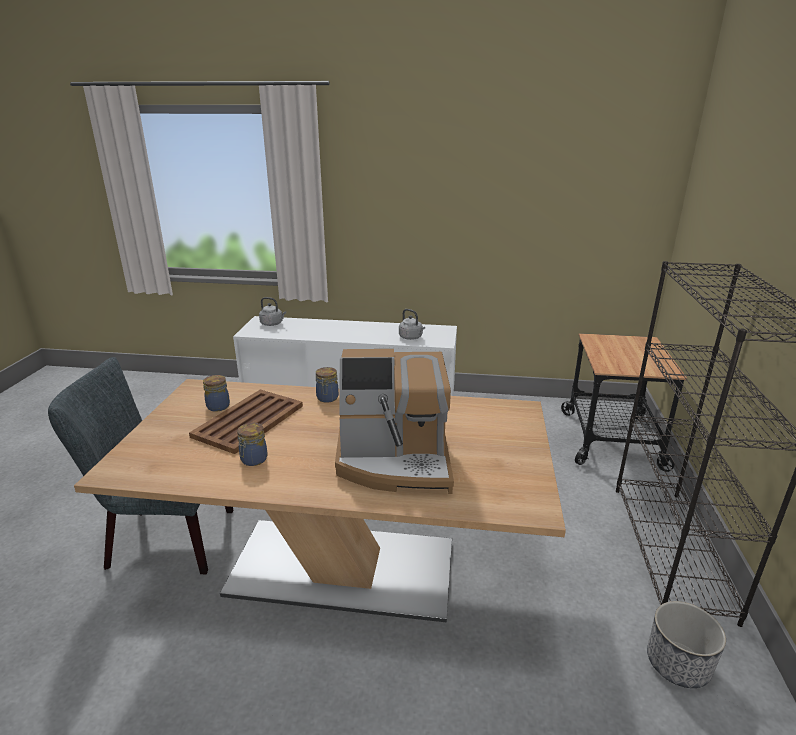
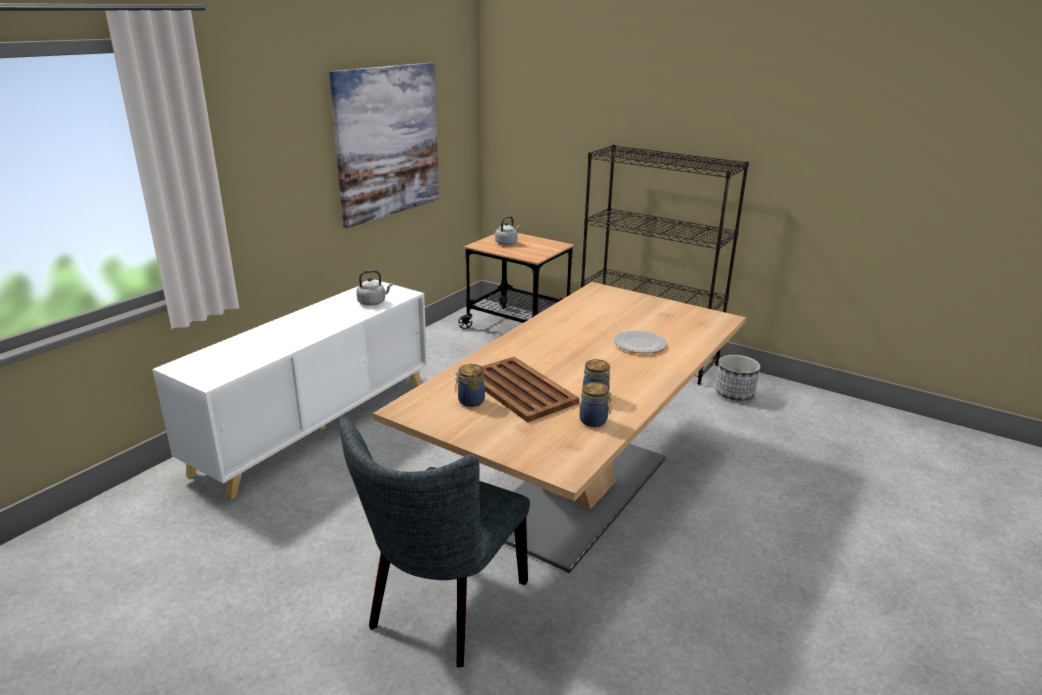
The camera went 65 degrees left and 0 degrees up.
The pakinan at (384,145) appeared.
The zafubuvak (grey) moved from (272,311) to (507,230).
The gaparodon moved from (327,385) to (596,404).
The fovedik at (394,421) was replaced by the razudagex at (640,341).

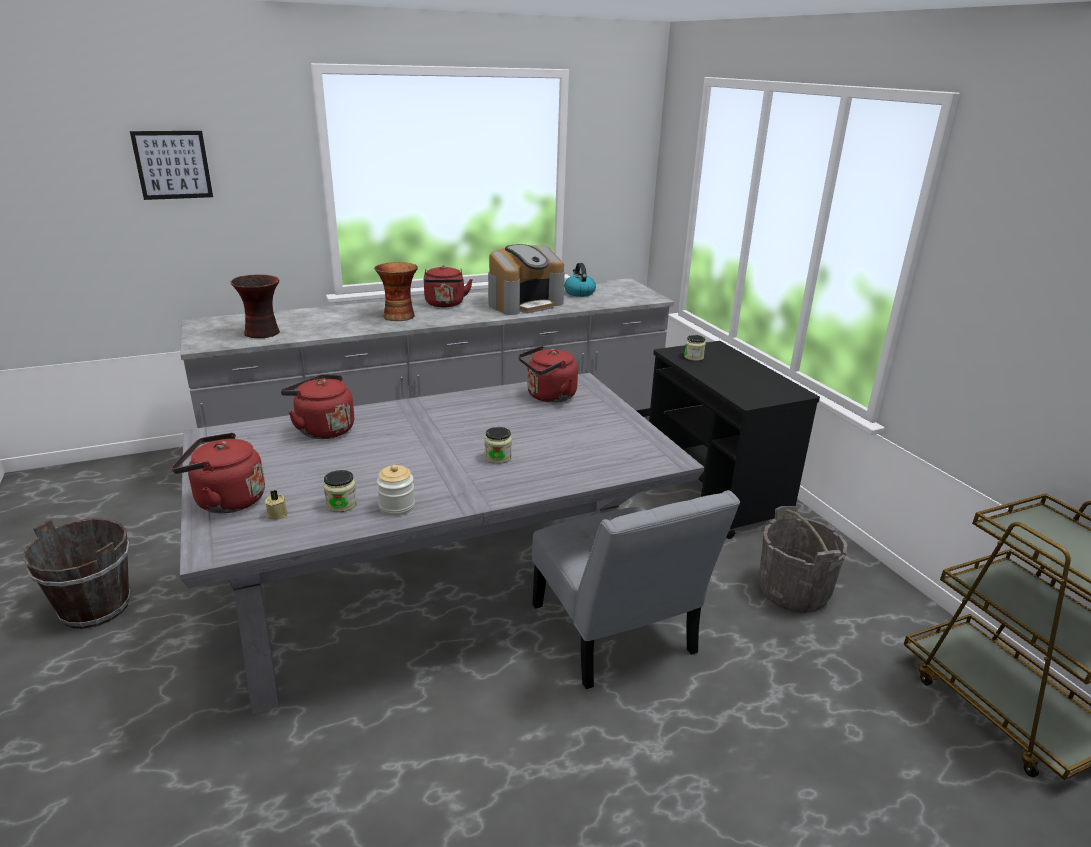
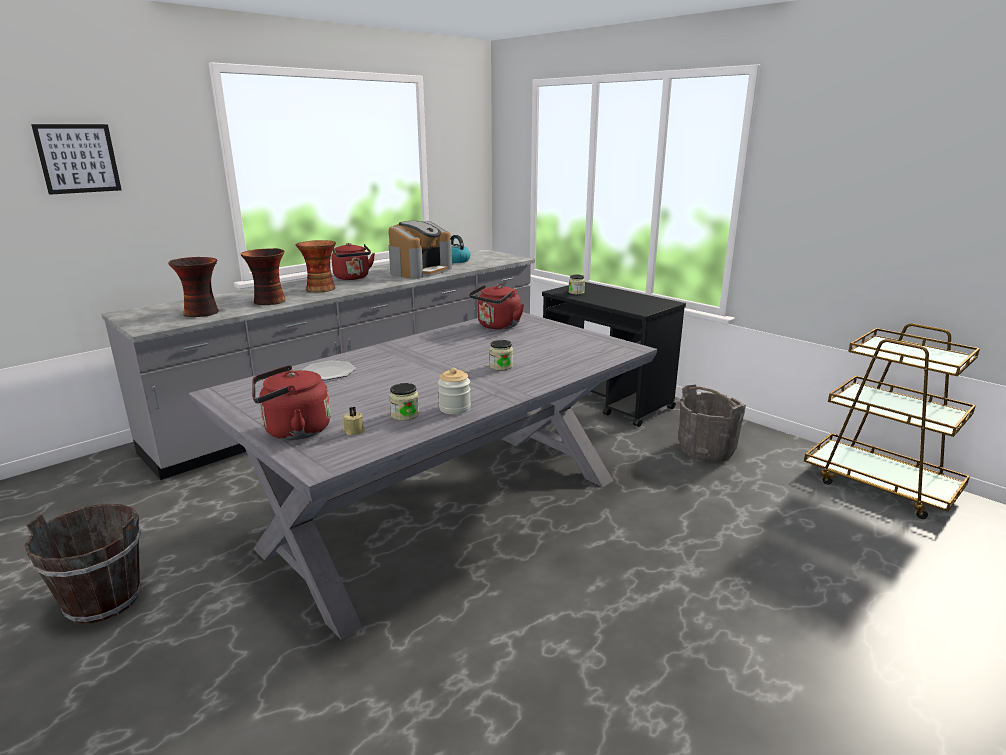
The camera went 20 degrees left and 5 degrees down.
The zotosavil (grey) at (636,589) disappeared.
The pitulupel at (263,276) appeared.
The zafubuvak (red) at (317,406) was replaced by the razudagex at (329,370).

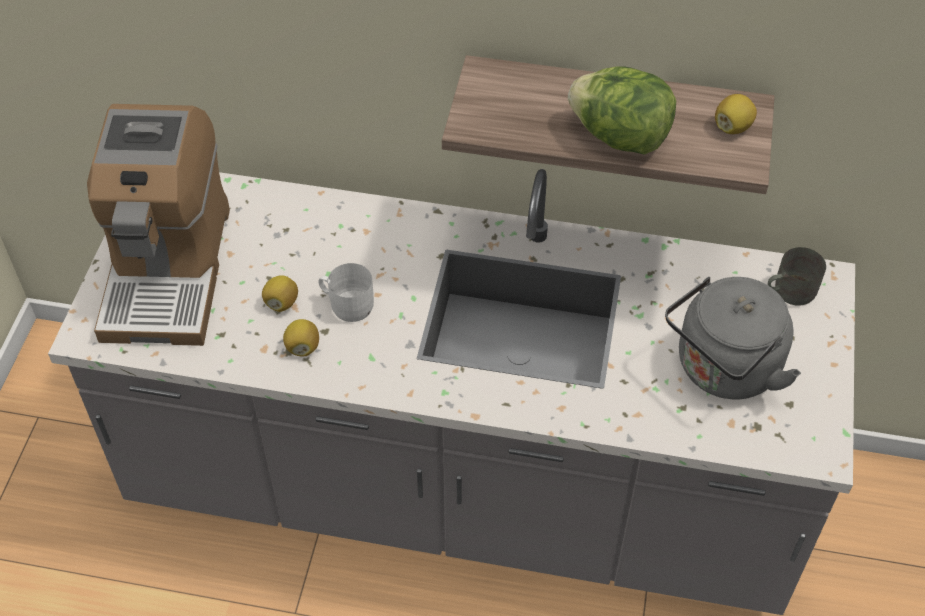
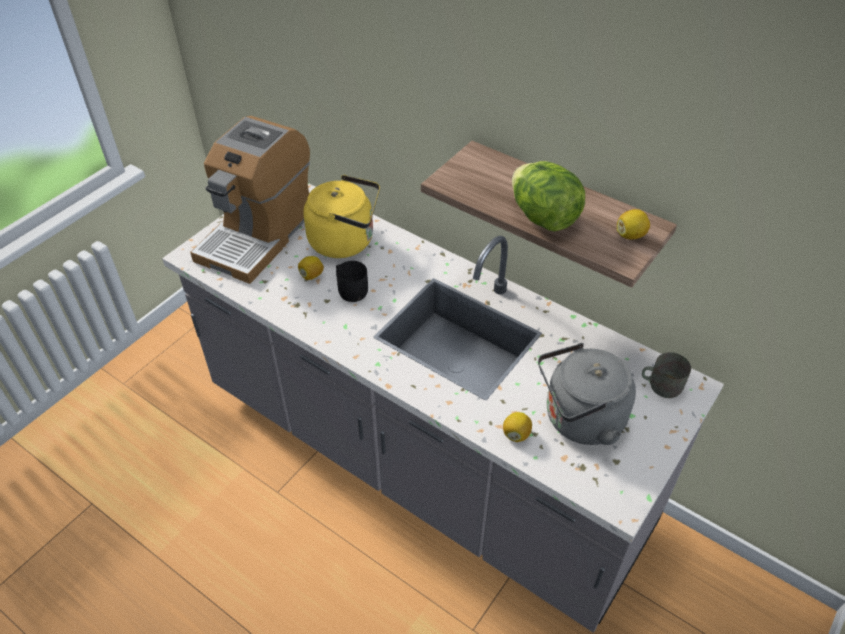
The camera went 25 degrees right and 5 degrees down.
The zafubuvak (yellow) at (341,216) appeared.
The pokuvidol moved from (301,337) to (517,427).
The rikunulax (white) at (346,292) became the rikunulax (black) at (352,281).

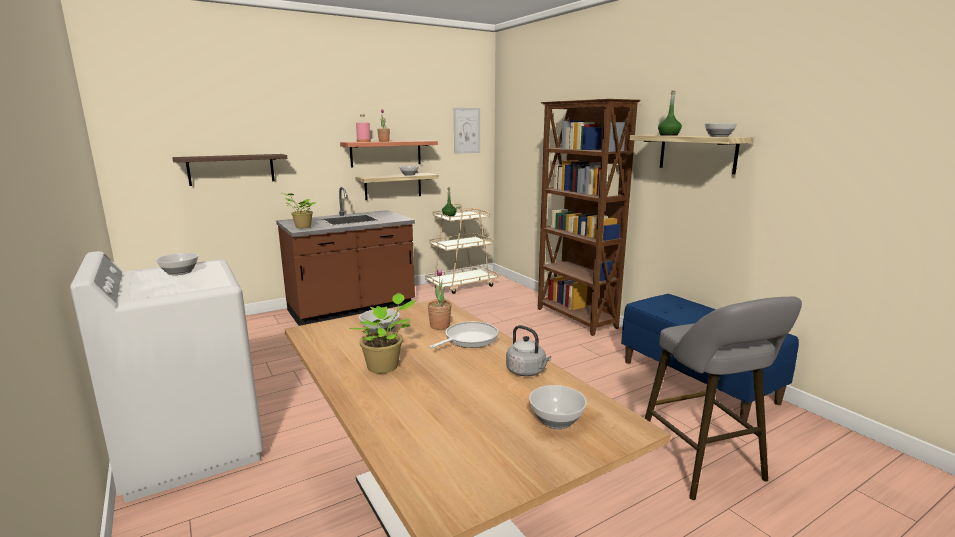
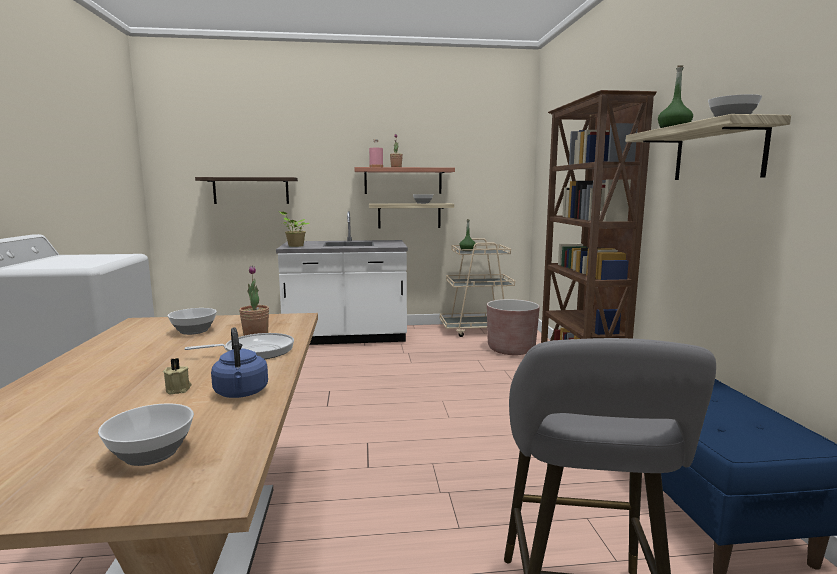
The camera went 25 degrees right and 5 degrees down.
The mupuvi at (177,264) disappeared.
The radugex at (382,333) disappeared.
The pakinan at (467,131) disappeared.
The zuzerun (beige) at (177,376) appeared.
The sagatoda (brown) at (513,327) appeared.
The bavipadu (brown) at (345,256) became the bavipadu (white) at (342,278).
The zafubuvak (grey) at (528,350) became the zafubuvak (blue) at (239,362).

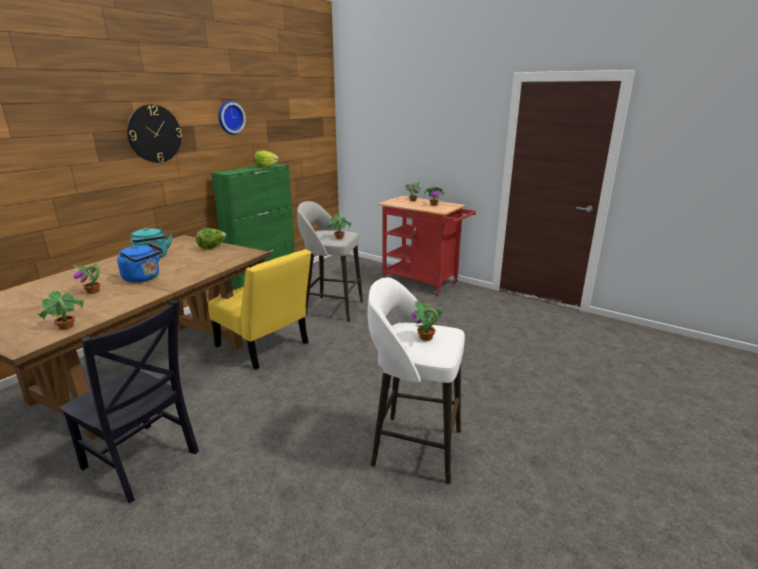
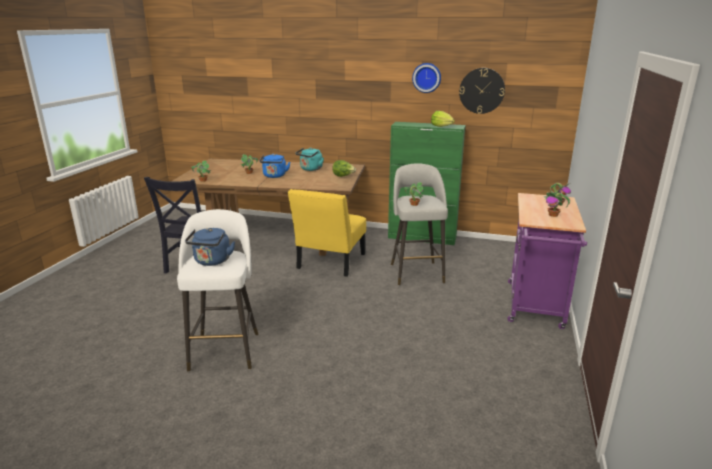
The camera went 70 degrees right and 0 degrees up.
The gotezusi moved from (154,133) to (482,91).
The radugex at (427,321) was replaced by the zafubuvak (blue) at (210,247).
The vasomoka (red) at (427,245) became the vasomoka (purple) at (547,261).

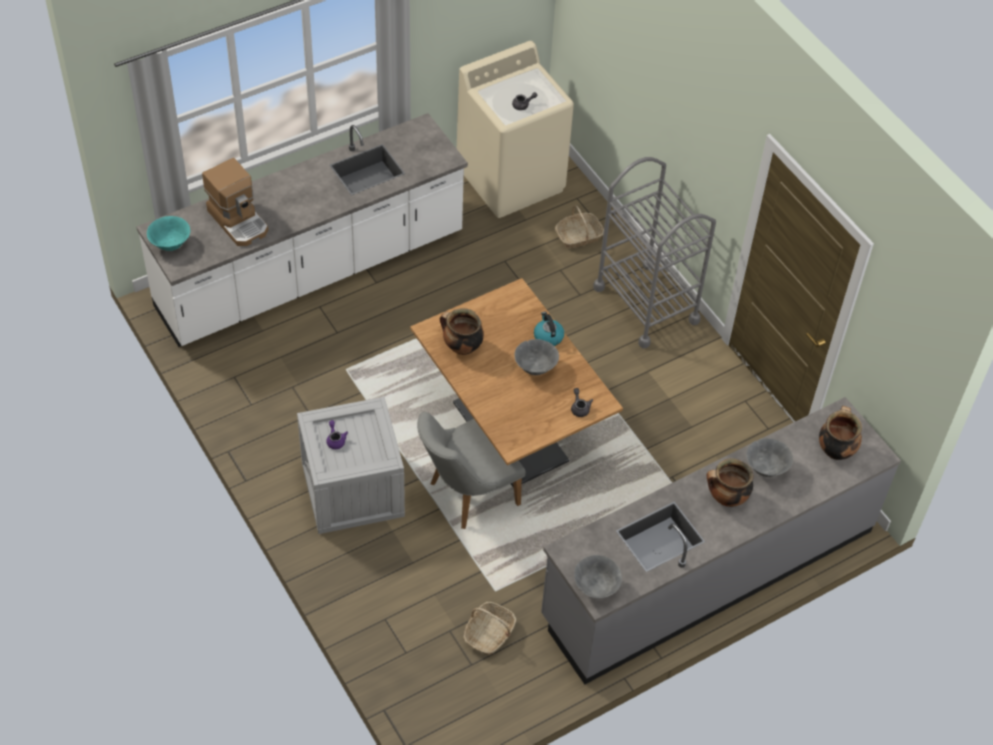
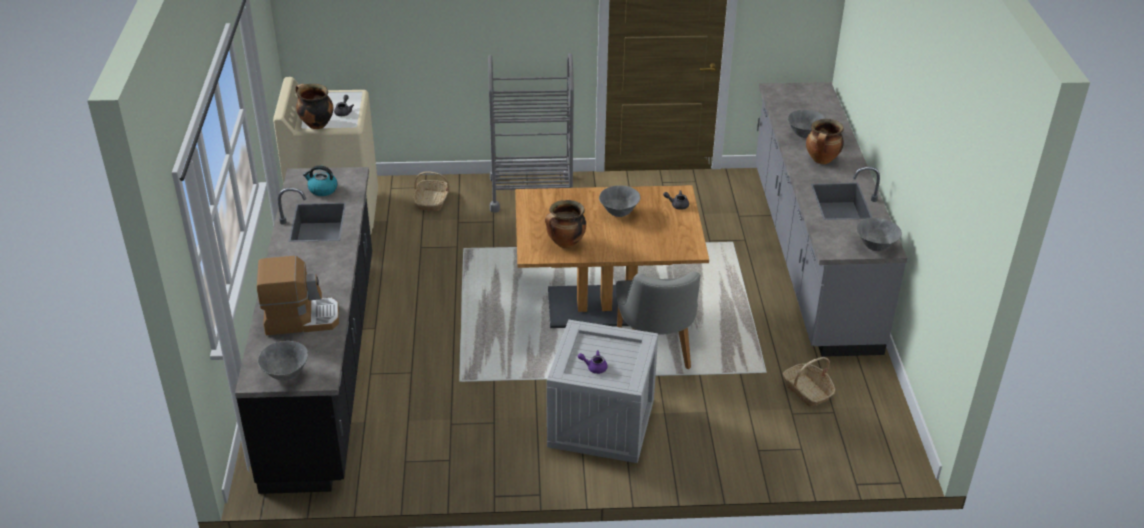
The camera went 60 degrees left and 15 degrees down.
The zafubuvak moved from (549,329) to (320,180).
The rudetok moved from (840,433) to (315,106).
The bavipadu (white) at (302,230) became the bavipadu (black) at (303,330).
The mupuvi (turquoise) at (168,233) became the mupuvi (grey) at (283,361).

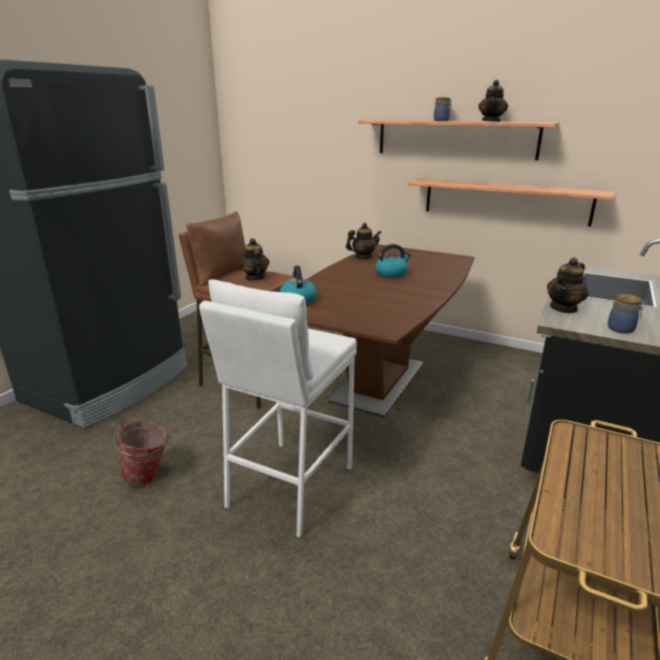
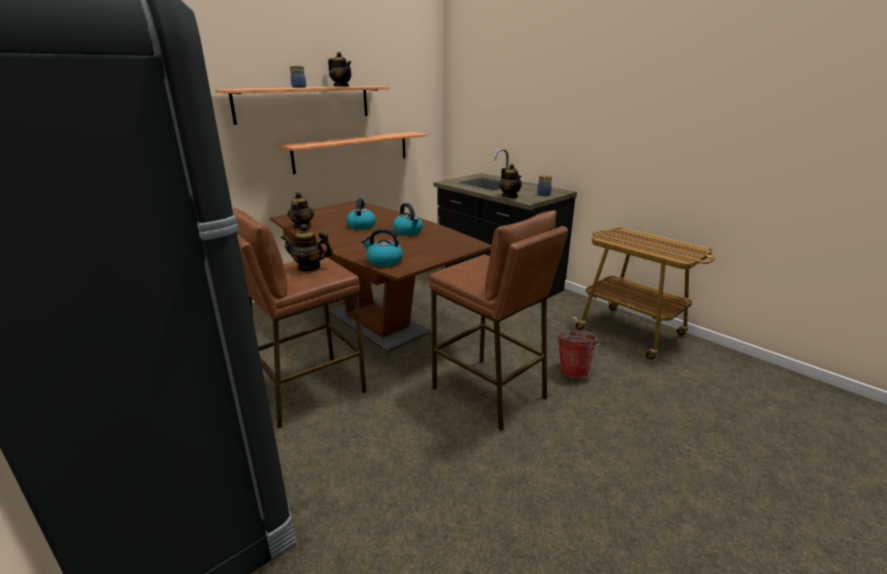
The camera went 70 degrees left and 0 degrees up.
The zafubuvak at (408,219) appeared.
The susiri moved from (141,453) to (578,353).
The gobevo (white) at (278,408) became the gobevo (brown) at (498,320).

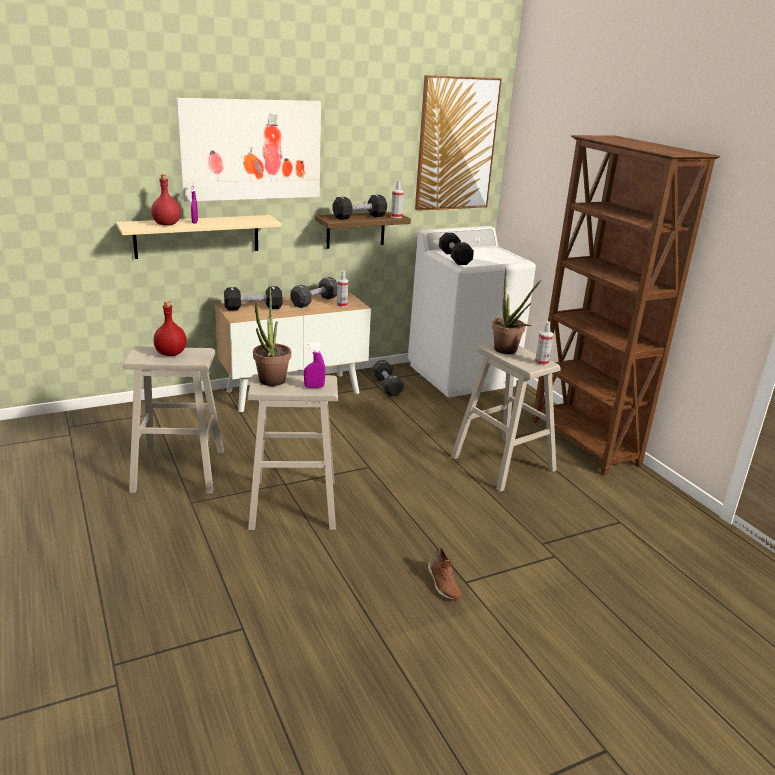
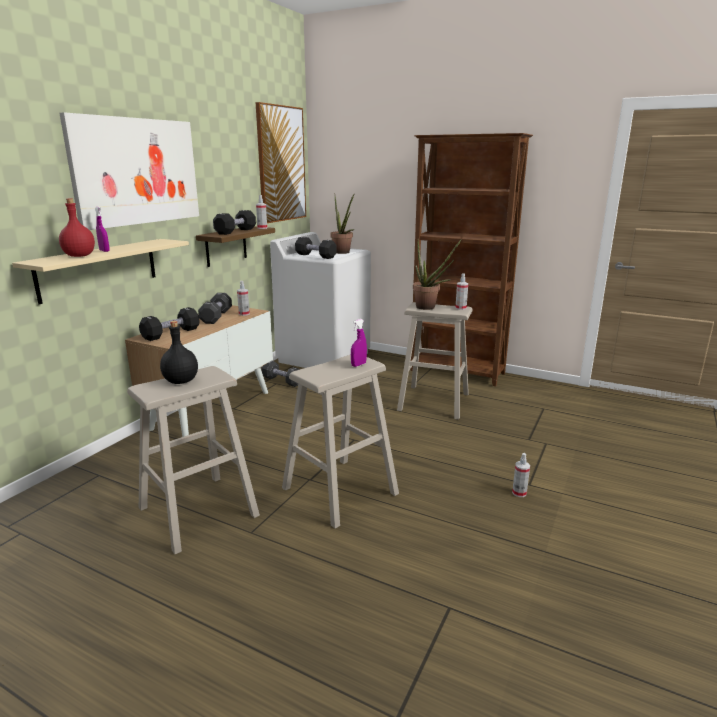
The camera went 35 degrees left and 5 degrees down.
The radugex moved from (272,335) to (342,224).
The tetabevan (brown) at (444,573) was replaced by the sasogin at (521,475).
The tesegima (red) at (169,328) became the tesegima (black) at (179,352).

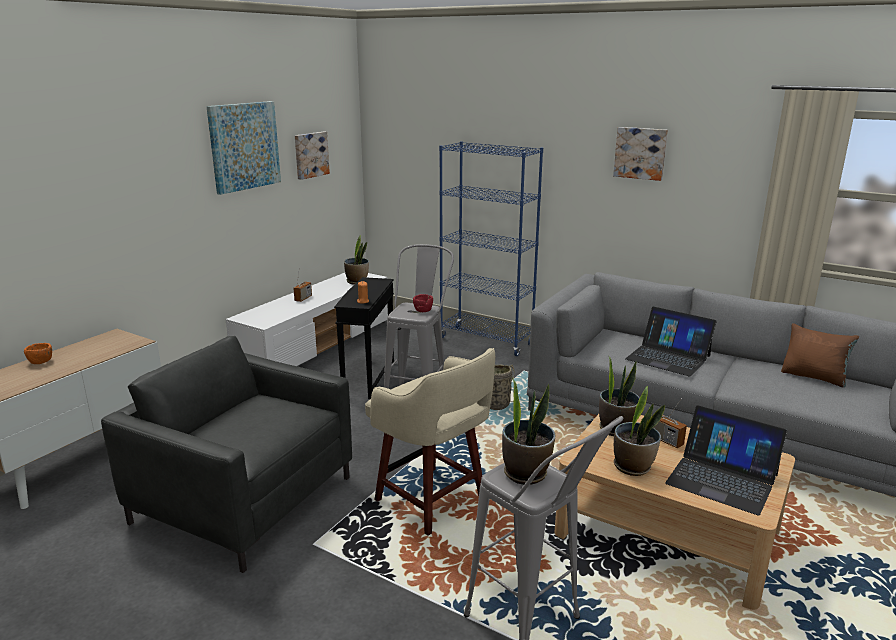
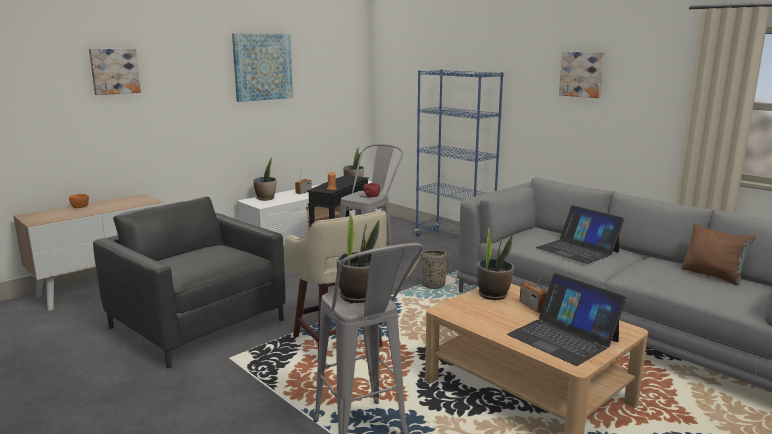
The camera went 15 degrees right and 5 degrees down.
The pakinan moved from (312,156) to (115,72).
The radugex moved from (639,431) to (264,179).

